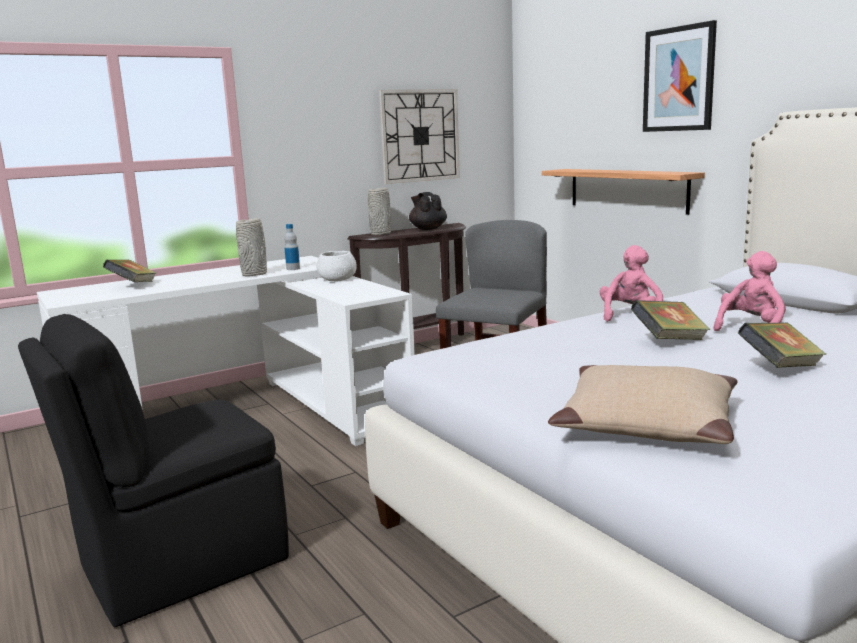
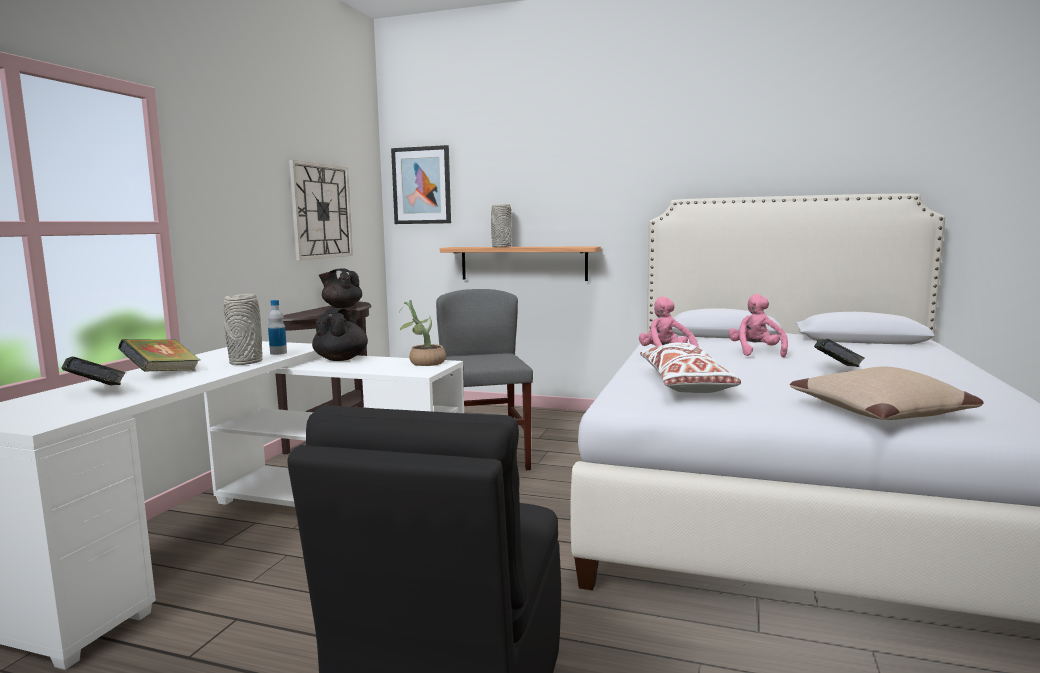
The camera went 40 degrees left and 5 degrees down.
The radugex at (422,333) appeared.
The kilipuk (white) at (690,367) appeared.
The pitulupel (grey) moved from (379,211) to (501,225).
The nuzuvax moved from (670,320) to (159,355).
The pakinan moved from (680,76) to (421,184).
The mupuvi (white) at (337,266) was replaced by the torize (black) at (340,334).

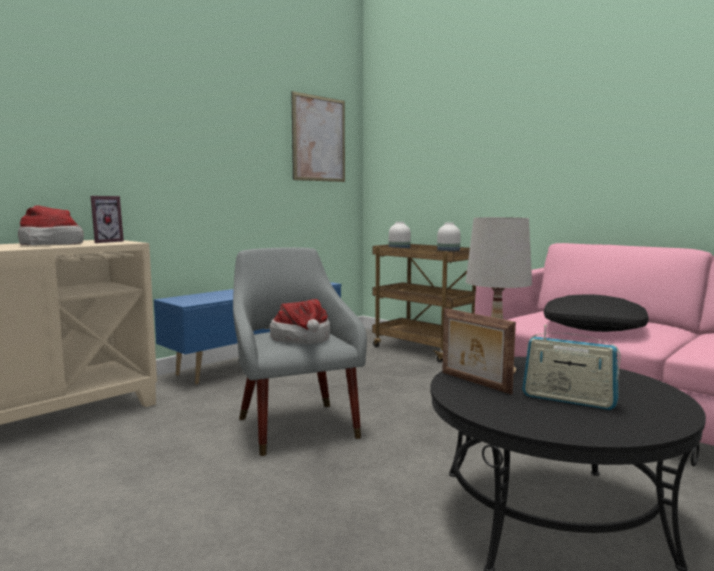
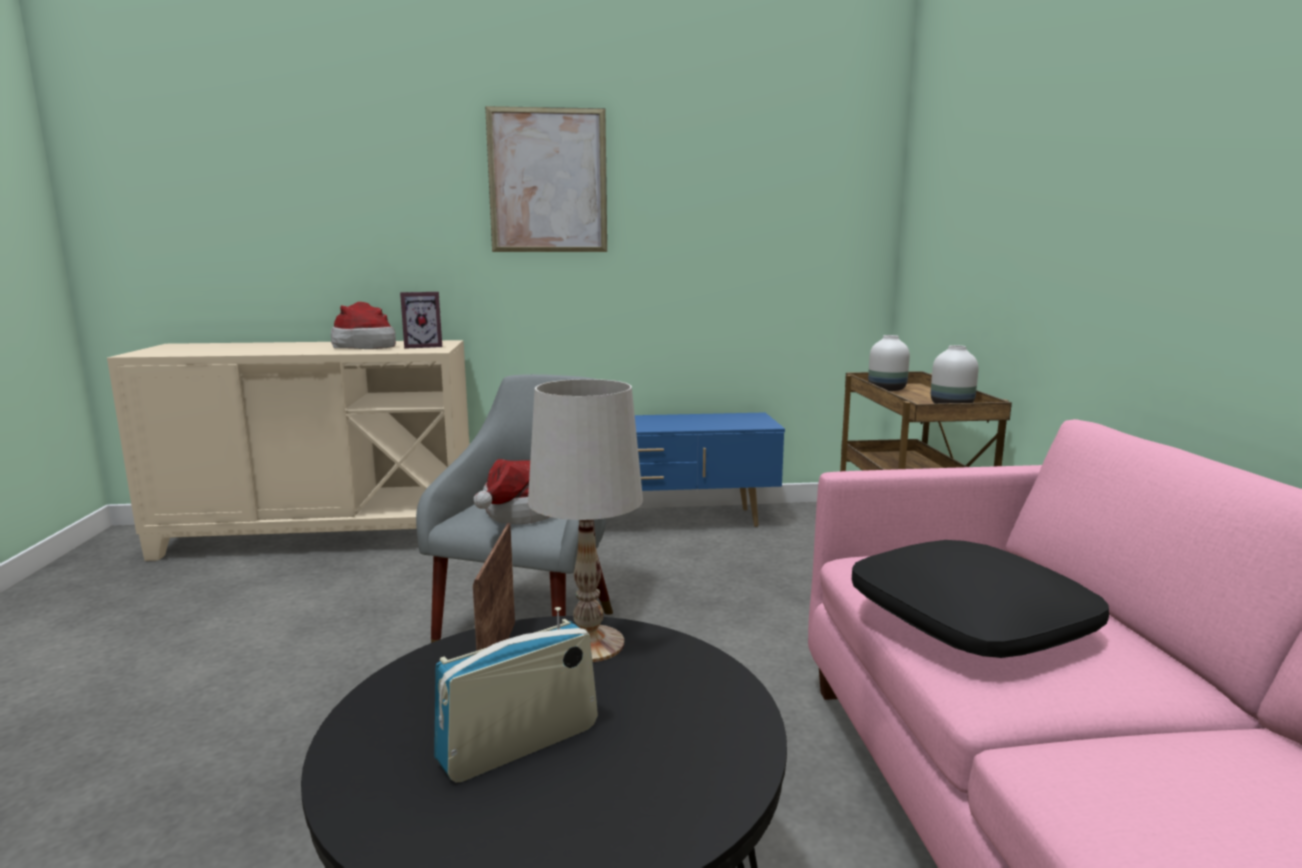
The camera went 40 degrees right and 5 degrees up.
The pakinan moved from (318,136) to (546,179).
The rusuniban at (571,367) turned 75 degrees clockwise.

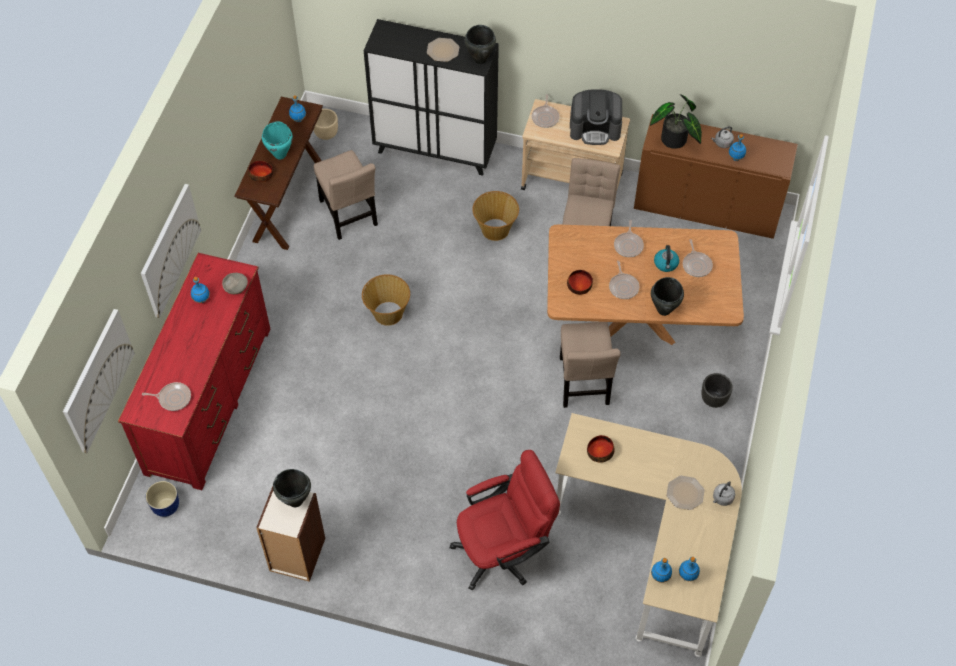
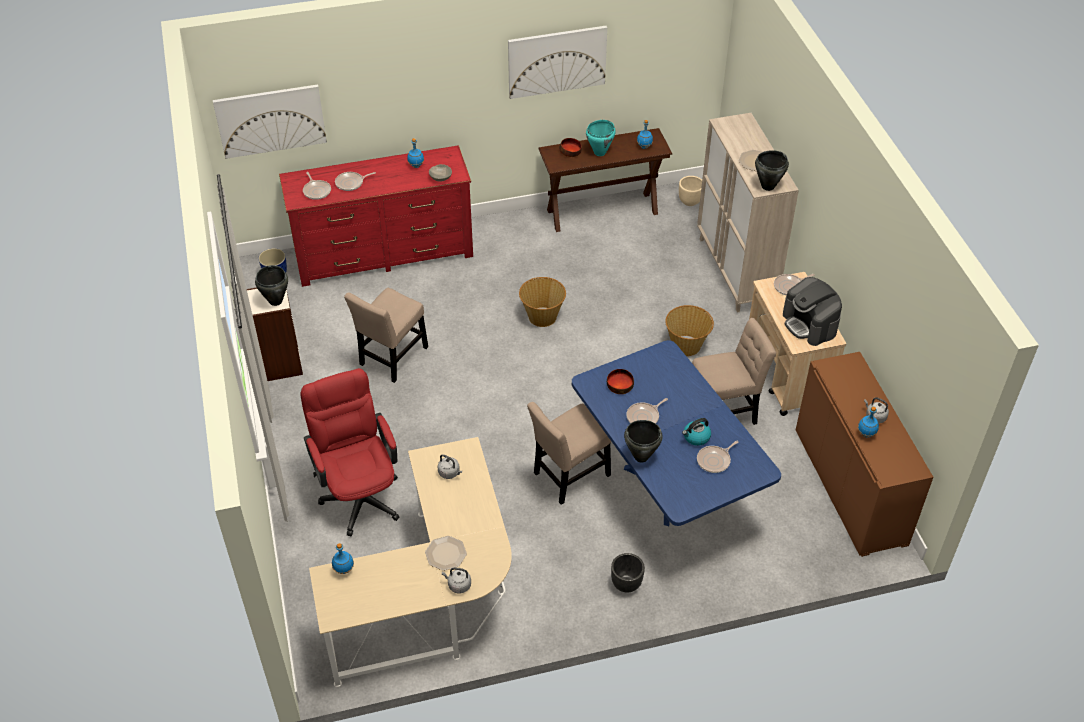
The camera went 60 degrees right and 10 degrees down.
The radugex at (676,121) disappeared.
The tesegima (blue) at (689,569) disappeared.
The pakinan moved from (171,251) to (557,62).
The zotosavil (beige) moved from (346,195) to (386,335).
The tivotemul moved from (629,238) to (355,181).
The mupuvi at (600,449) was replaced by the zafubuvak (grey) at (450,466).
The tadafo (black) at (431,97) became the tadafo (beige) at (748,213).
The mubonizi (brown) at (645,284) became the mubonizi (blue) at (676,433).
The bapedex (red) at (505,520) turned 150 degrees counterclockwise.

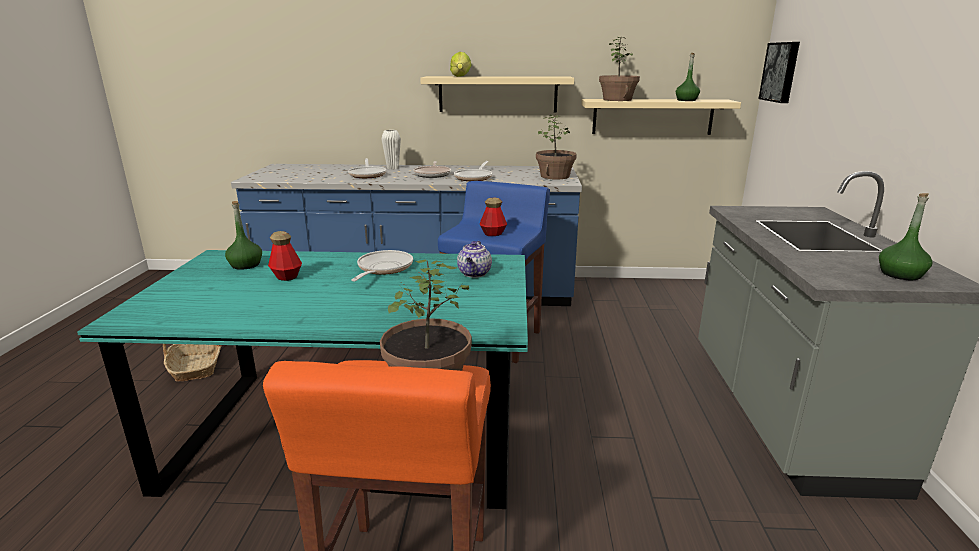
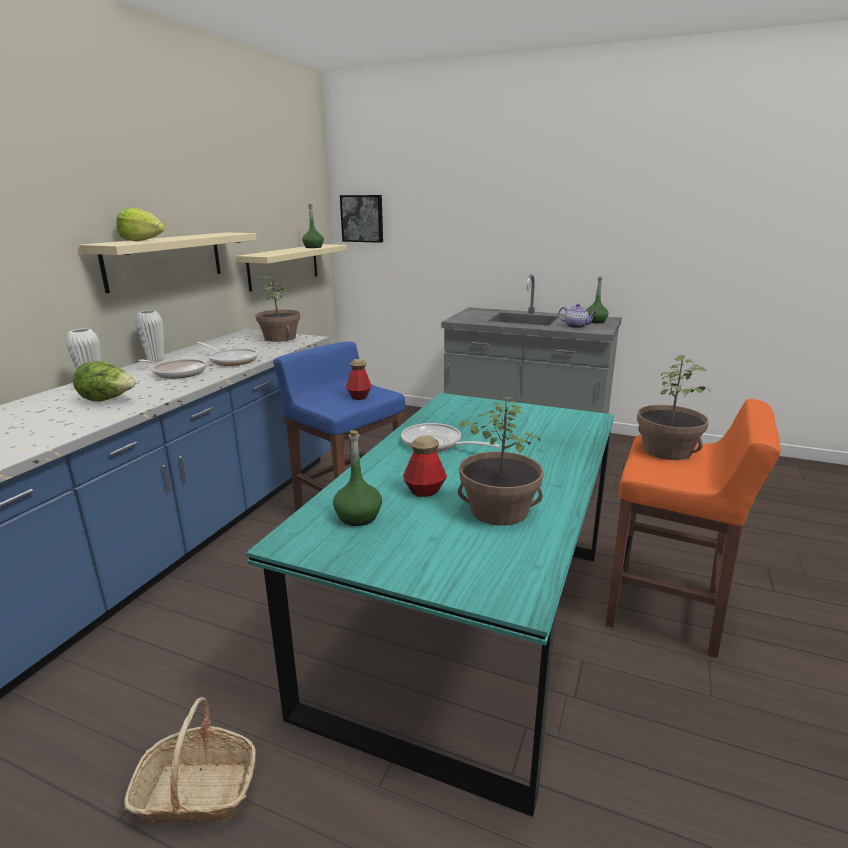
The camera went 70 degrees left and 0 degrees up.
The pitulupel (white) at (149,336) appeared.
The torize moved from (474,259) to (577,316).
The radugex moved from (619,69) to (501,461).
The tivotemul at (367,168) was replaced by the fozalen at (104,381).

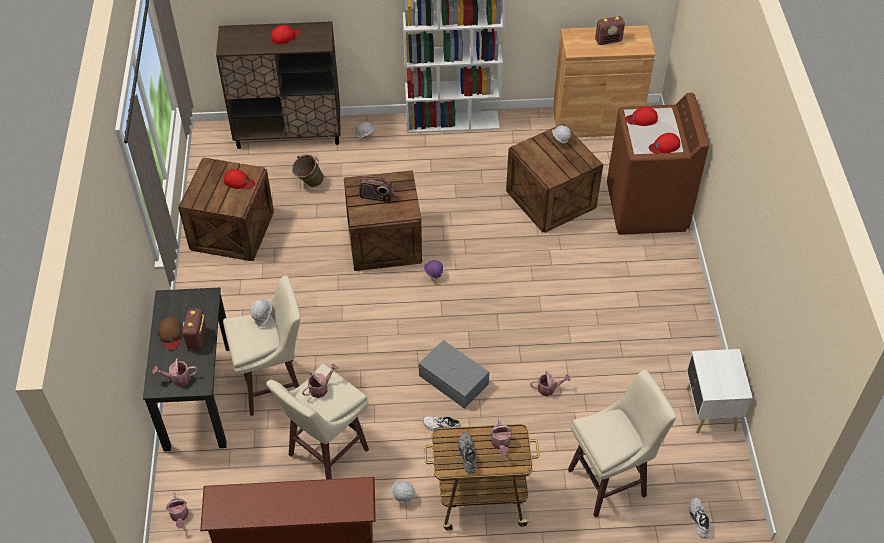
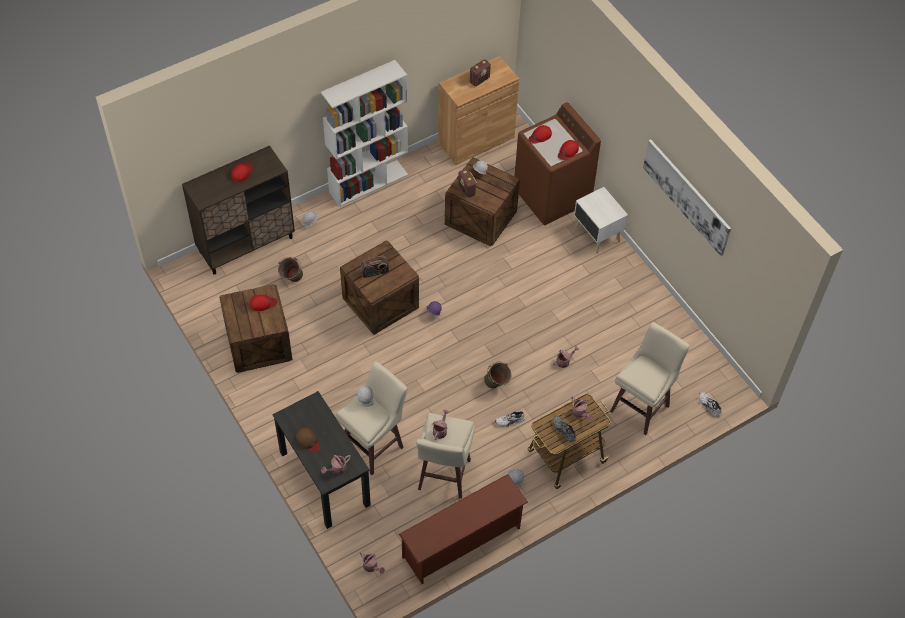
The camera went 30 degrees left and 5 degrees up.
The pakinan at (687,197) appeared.
The rusuniban moved from (194,329) to (467,183).
The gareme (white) moved from (719,391) to (601,220).
The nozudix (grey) at (454,374) was replaced by the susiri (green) at (498,375).

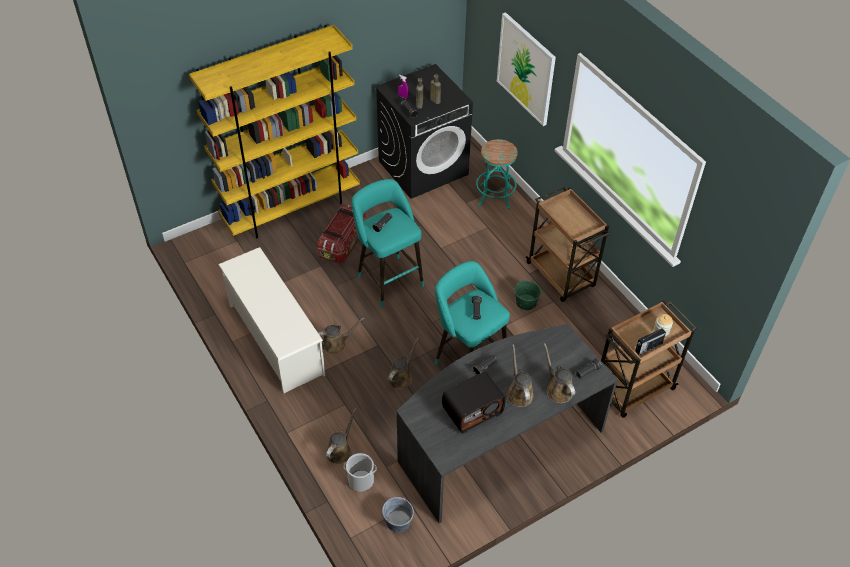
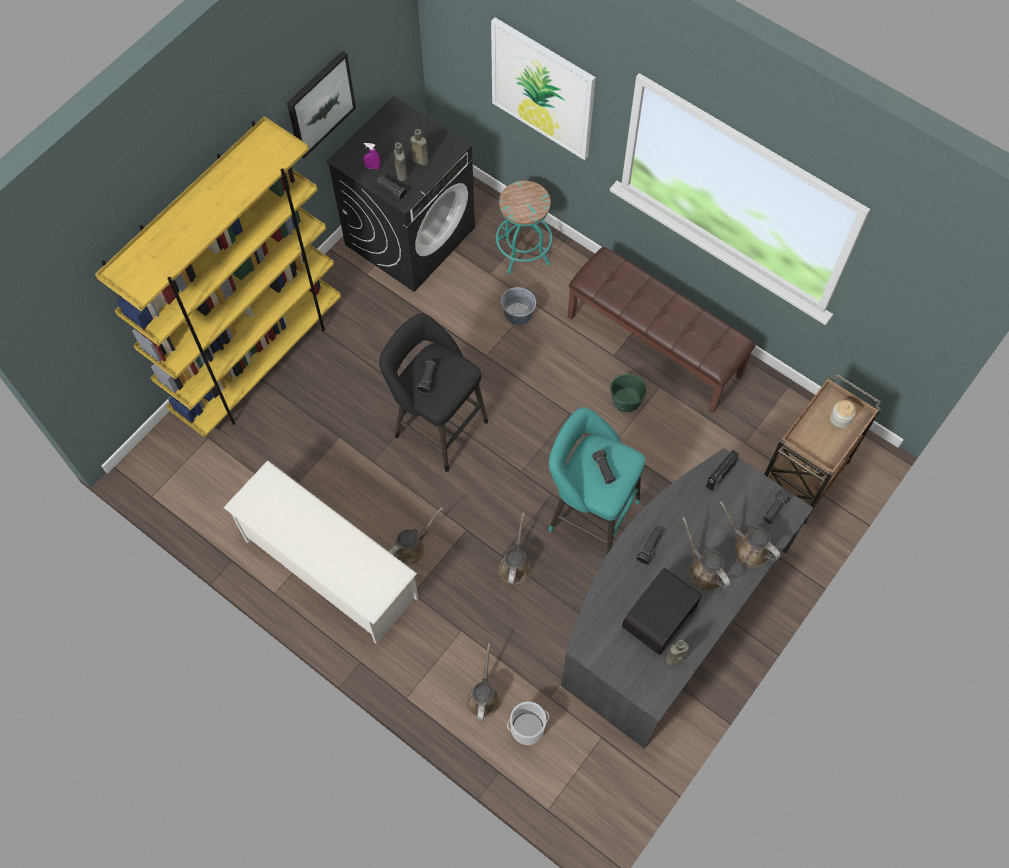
The camera went 20 degrees left and 15 degrees up.
The nozudix at (341,234) disappeared.
The pakinan at (321,105) appeared.
The tesegima (brown) at (677,653) appeared.
The susiri (grey) moved from (398,514) to (518,305).
The rusuniban moved from (650,341) to (722,470).
The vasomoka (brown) at (568,244) was replaced by the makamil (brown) at (662,330).
The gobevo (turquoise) at (388,243) became the gobevo (black) at (433,392).

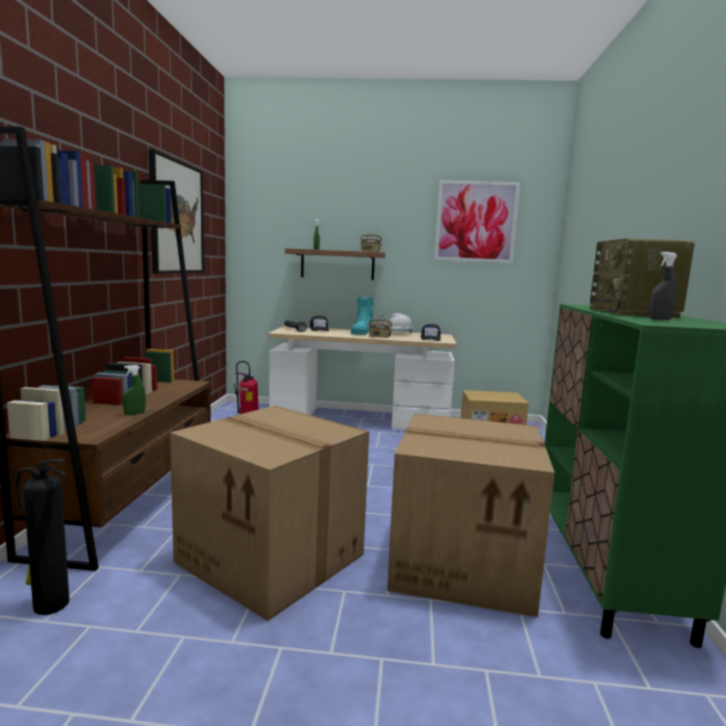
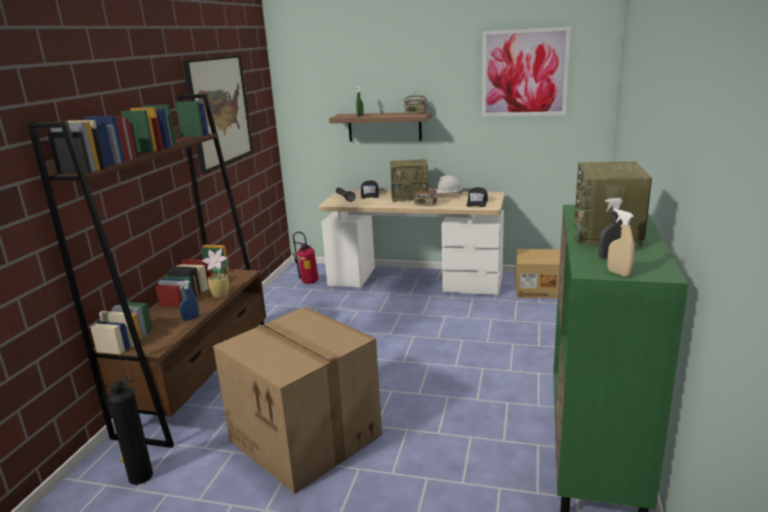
The camera went 10 degrees right and 10 degrees up.
The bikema at (471,515) disappeared.
The radugex at (215,273) appeared.
The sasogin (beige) at (621,243) appeared.
The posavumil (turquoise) at (362,316) was replaced by the rusuniban at (409,180).
The sasogin (green) at (134,390) became the sasogin (blue) at (188,300).

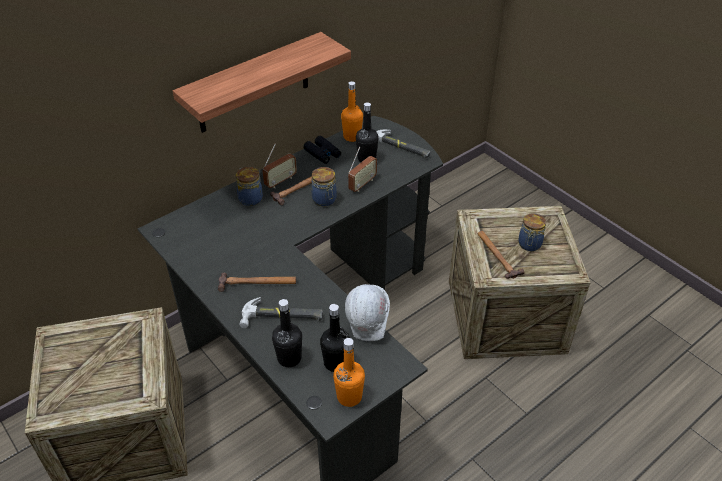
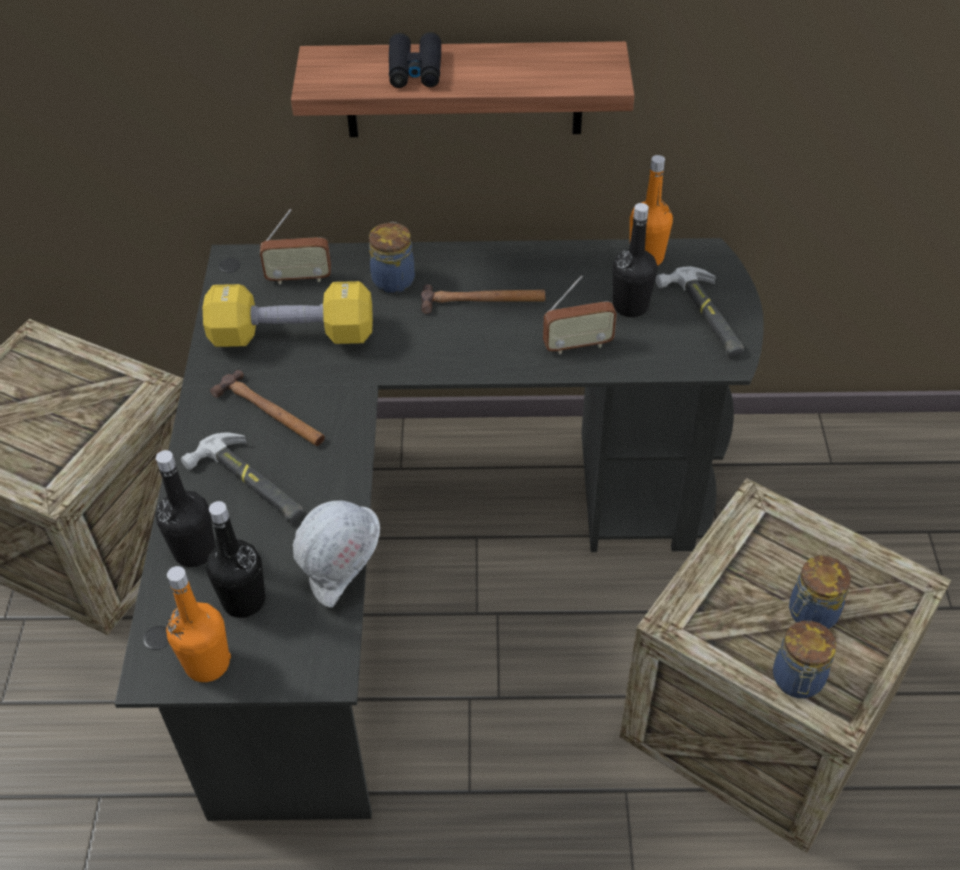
The camera went 40 degrees right and 5 degrees up.
The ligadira at (501,255) disappeared.
The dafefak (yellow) at (287,314) appeared.
The rusuniban moved from (279,166) to (295,247).
The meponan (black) moved from (322,150) to (415,60).
The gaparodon moved from (324,186) to (805,659).

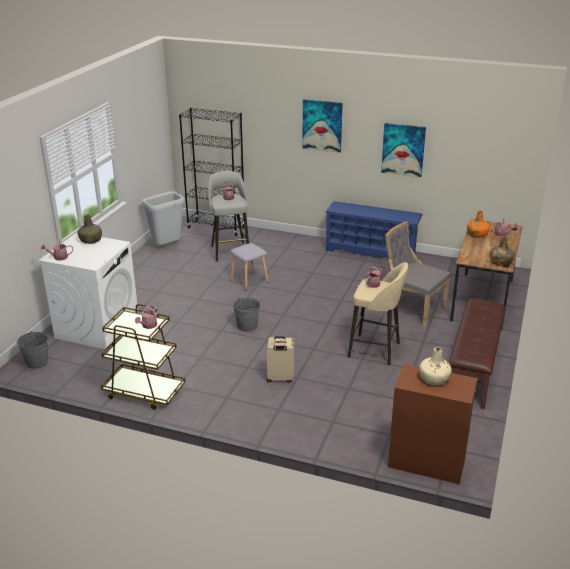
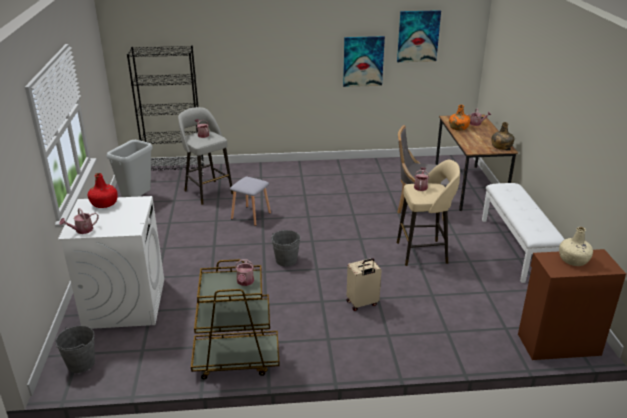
The camera went 25 degrees left and 0 degrees up.
The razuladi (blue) at (374,229) disappeared.
The pakinan moved from (322,126) to (419,36).
The tesegima (green) at (90,229) became the tesegima (red) at (103,190).
The makamil (brown) at (477,354) became the makamil (white) at (523,233).

